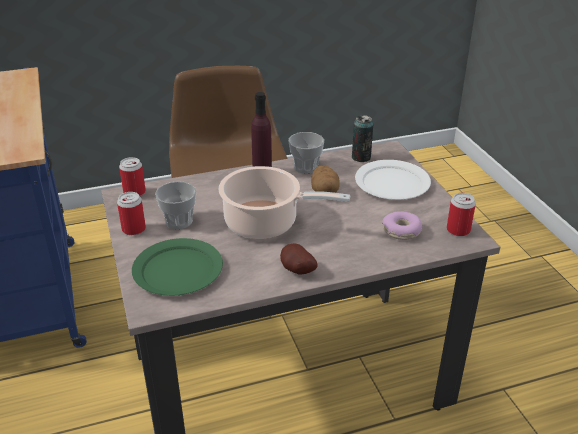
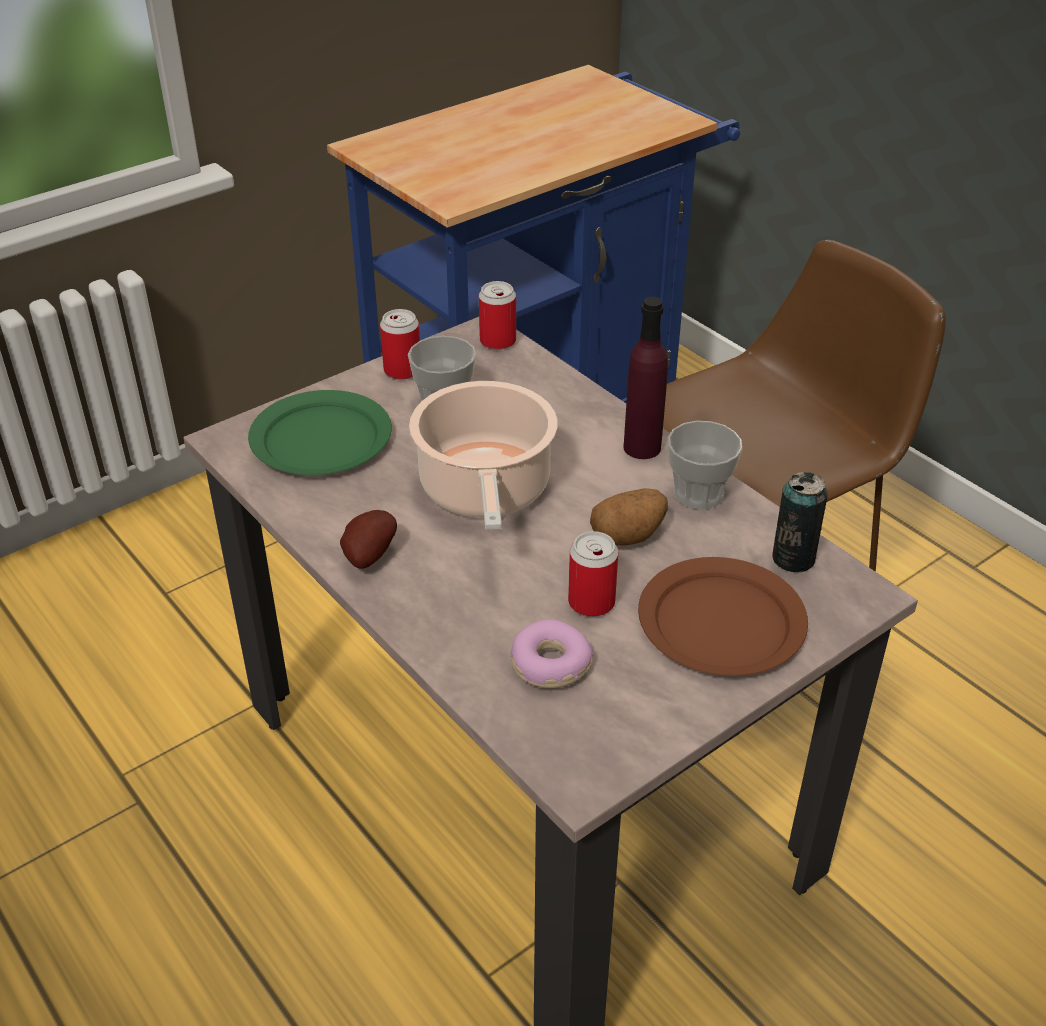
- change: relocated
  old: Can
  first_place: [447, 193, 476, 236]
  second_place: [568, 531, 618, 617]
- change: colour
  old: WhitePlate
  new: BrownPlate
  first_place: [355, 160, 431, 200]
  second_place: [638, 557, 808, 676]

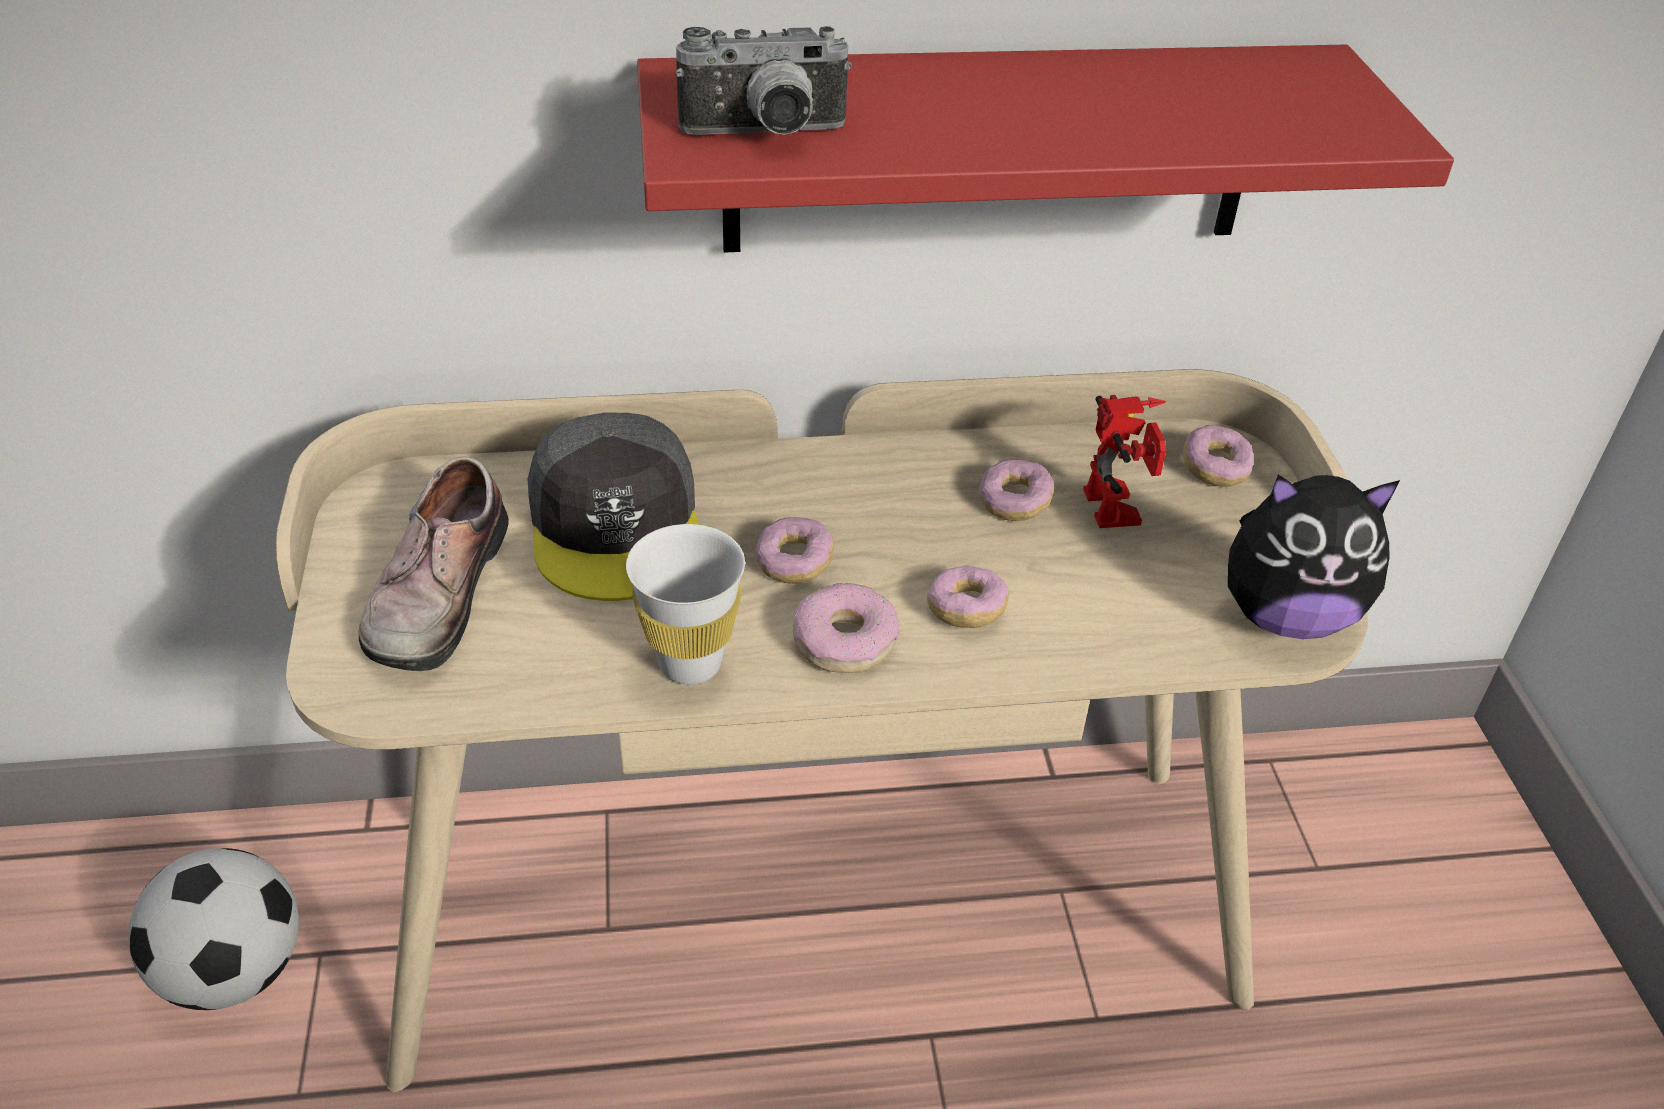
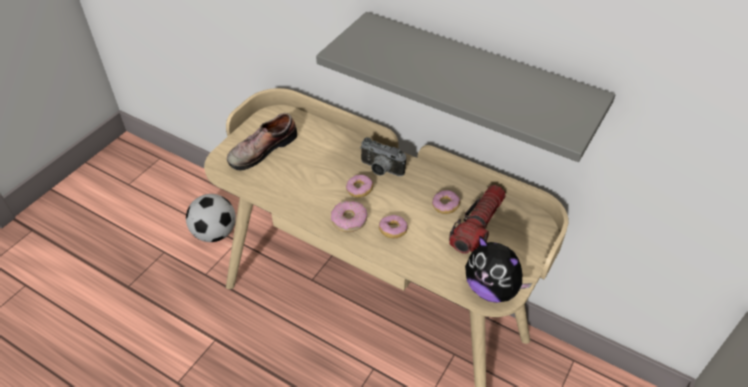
- change: colour
  old: RedShelf
  new: GreyShelf
  first_place: [637, 45, 1454, 253]
  second_place: [316, 12, 615, 162]
- change: relocated
  old: PhotoCamera
  first_place: [675, 26, 853, 135]
  second_place: [360, 137, 406, 176]
- change: exchanged
  old: ToyRobot
  new: Flashlight
  first_place: [1083, 395, 1166, 528]
  second_place: [449, 185, 506, 254]
- change: missing
  old: GreyCap
  first_place: [528, 413, 699, 601]
- change: missing
  old: WhiteCup
  first_place: [626, 524, 745, 685]
- change: missing
  old: Donut
  first_place: [1183, 425, 1254, 487]

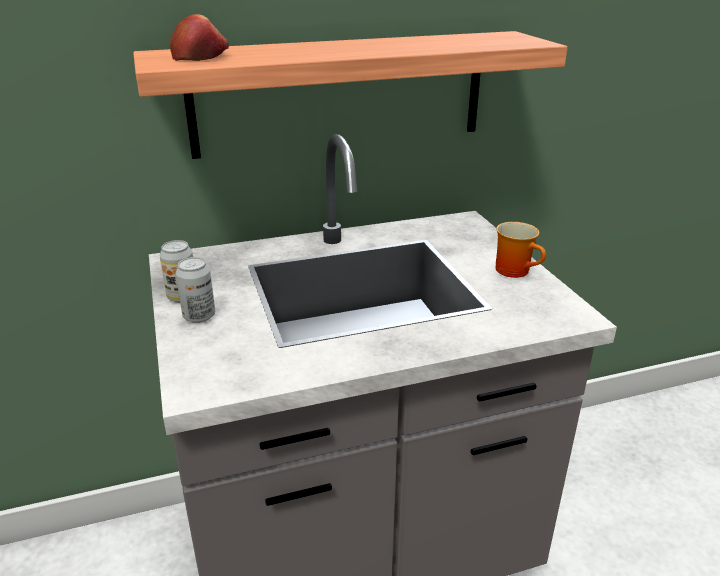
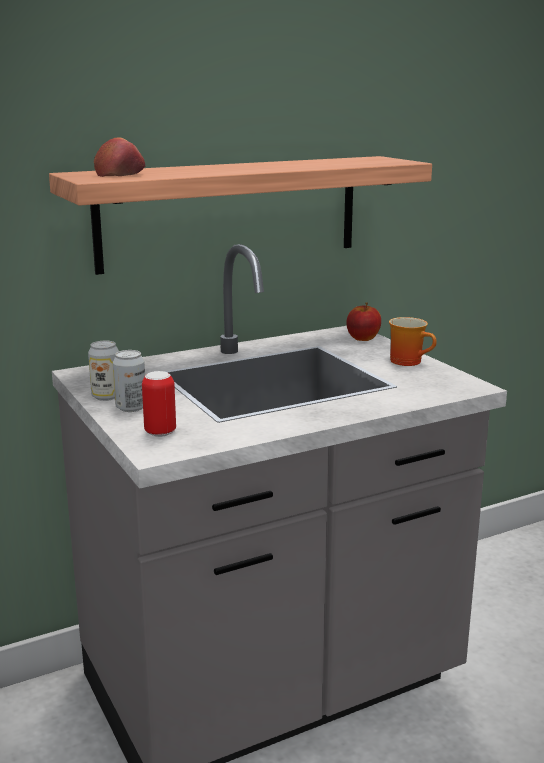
- change: appeared
  new: Can
  second_place: [142, 371, 176, 437]
- change: appeared
  new: Apple
  second_place: [346, 303, 381, 341]

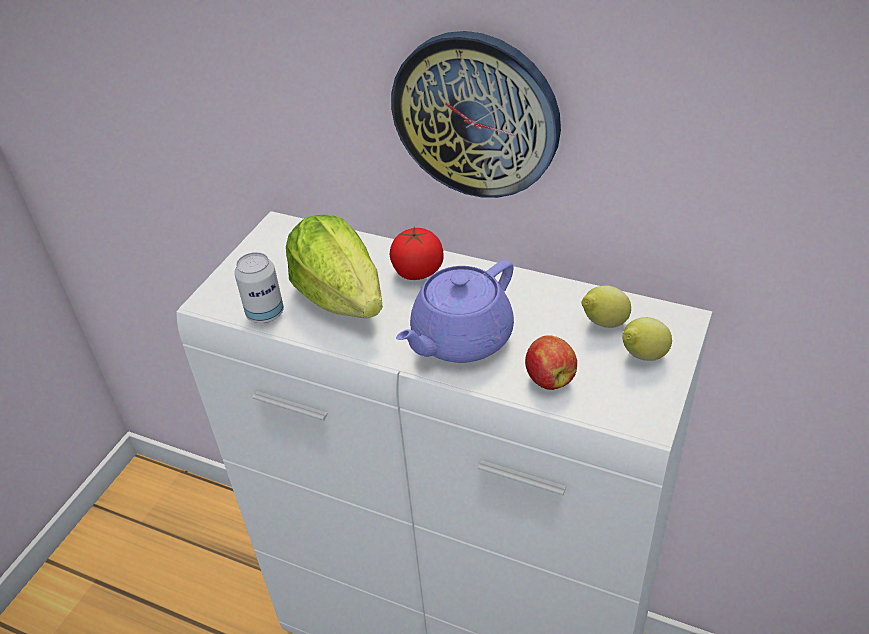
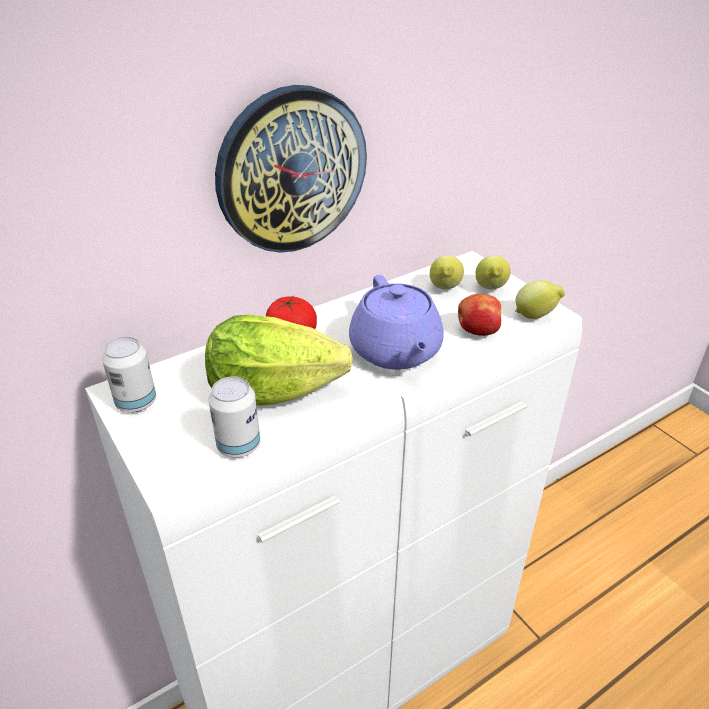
- change: appeared
  new: Can
  second_place: [102, 337, 156, 412]
- change: appeared
  new: Lemon
  second_place: [515, 280, 565, 319]

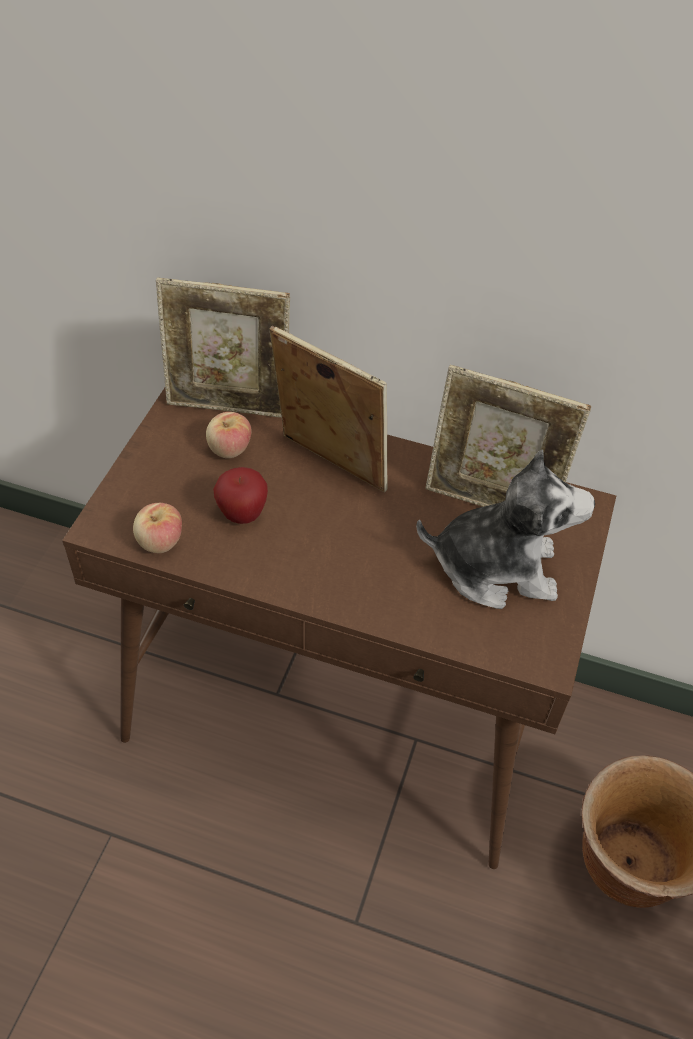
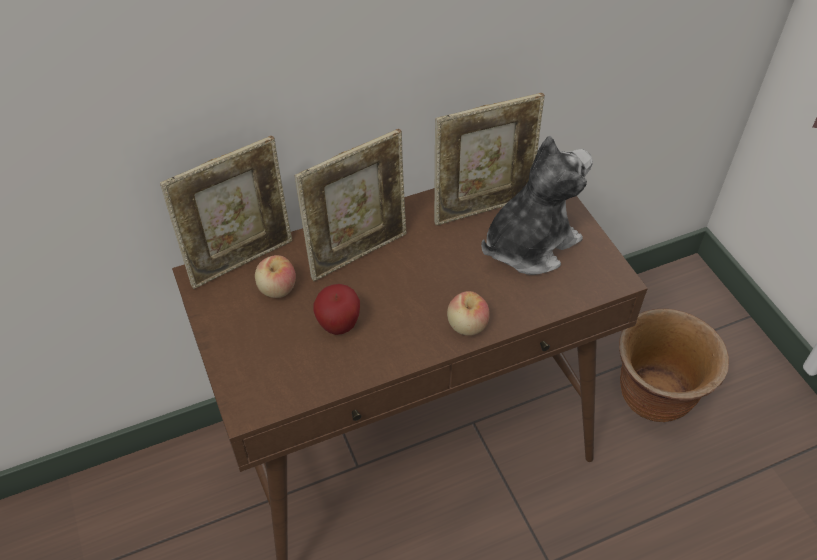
- change: spun
  old: PictureFrame
  first_place: [270, 326, 388, 492]
  second_place: [295, 129, 406, 281]
  degrees: 150
- change: relocated
  old: Apple
  first_place: [133, 503, 182, 553]
  second_place: [447, 291, 490, 336]

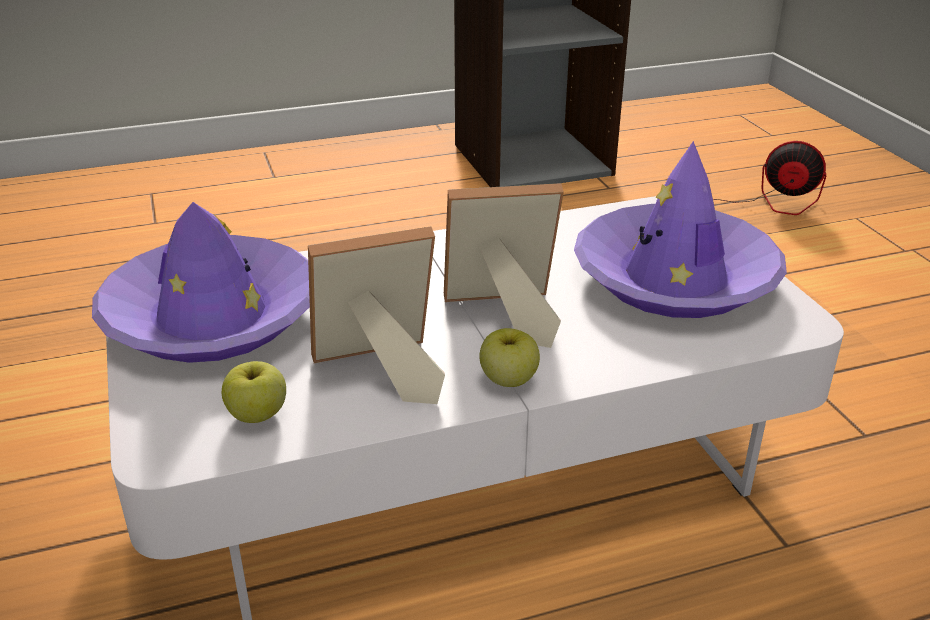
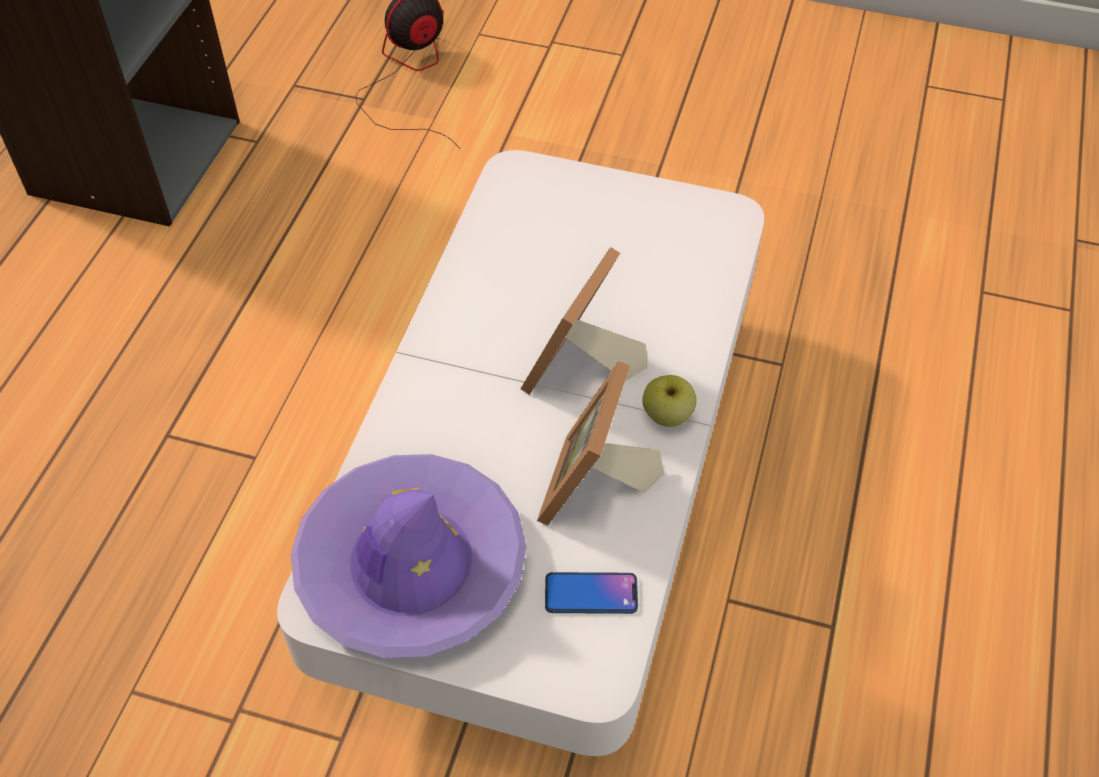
- change: exchanged
  old: Apple
  new: Phone
  first_place: [222, 361, 286, 423]
  second_place: [545, 572, 638, 614]
- change: missing
  old: PurpleHat
  first_place: [574, 141, 787, 318]

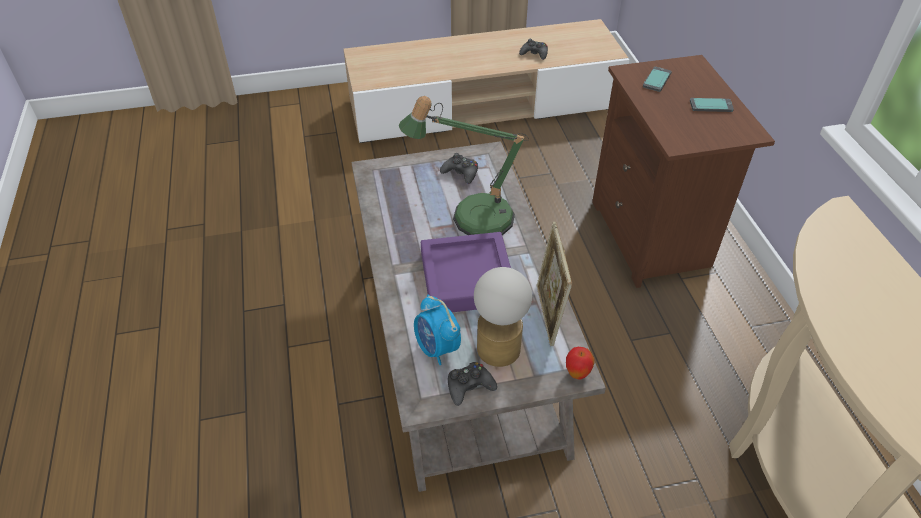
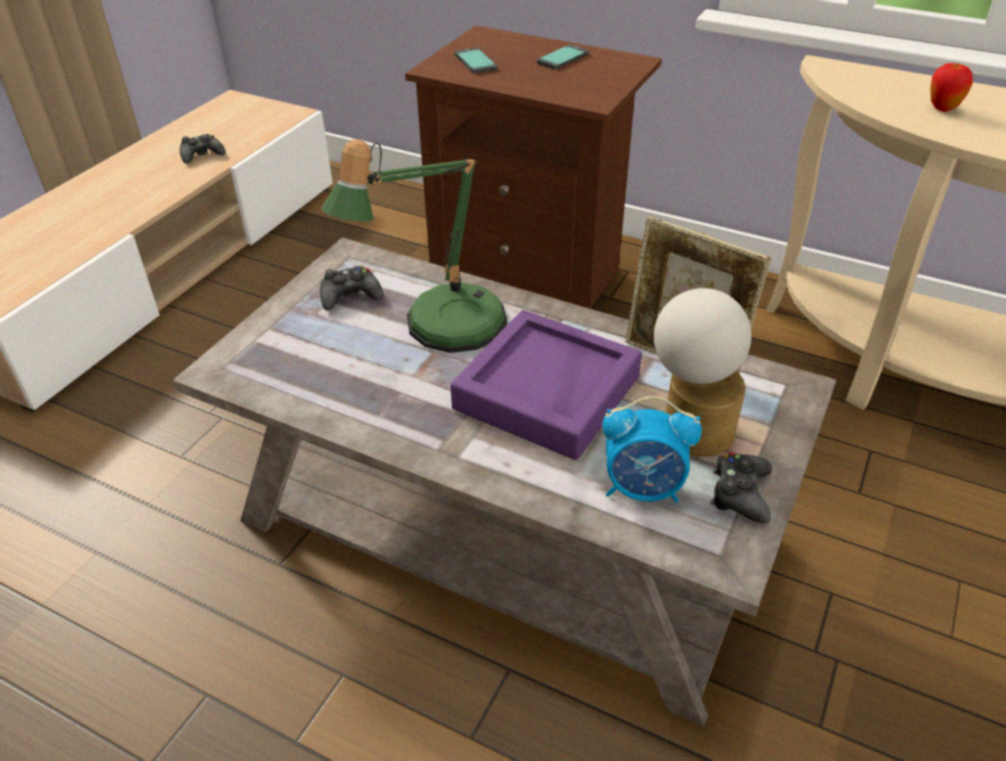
- change: relocated
  old: Apple
  first_place: [566, 347, 595, 379]
  second_place: [930, 62, 973, 112]

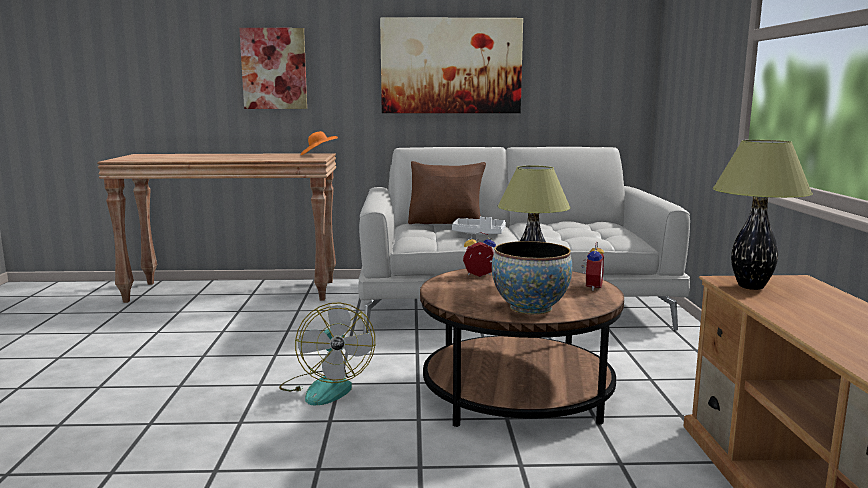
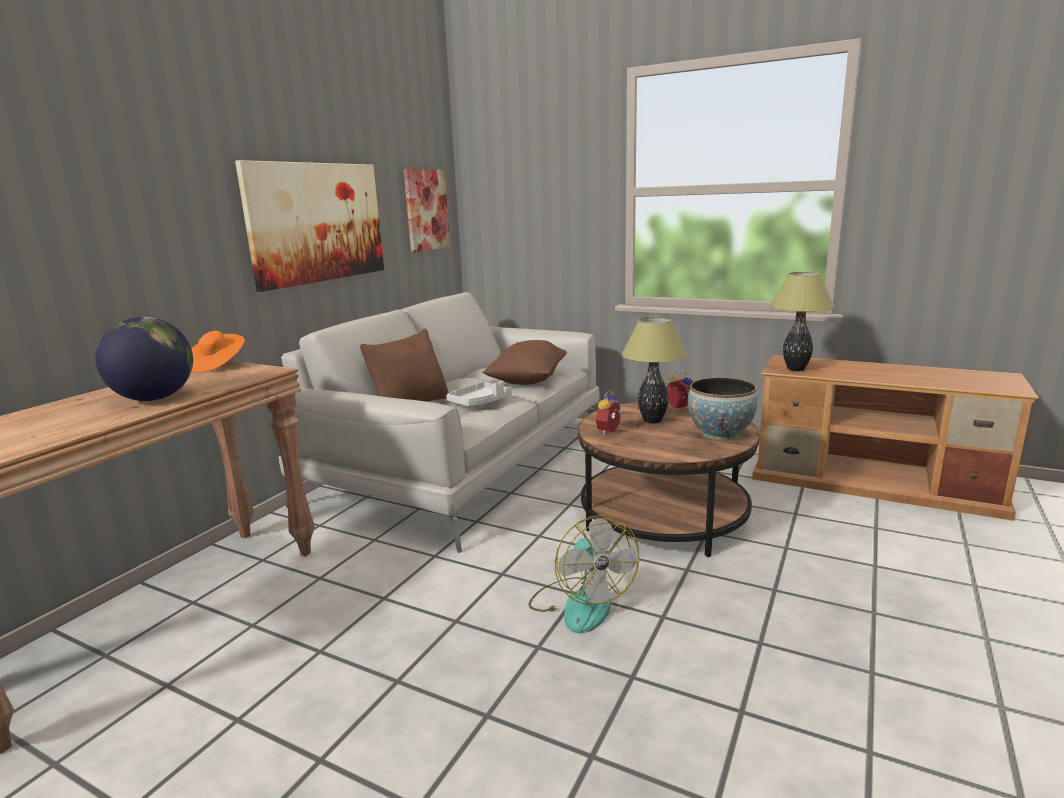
- change: appeared
  new: Globe
  second_place: [95, 317, 193, 401]
- change: relocated
  old: Picture
  first_place: [239, 28, 307, 109]
  second_place: [404, 169, 450, 252]
- change: appeared
  new: BrownPillow
  second_place: [482, 340, 567, 385]
- change: spun
  old: Fan
  first_place: [279, 302, 375, 406]
  second_place: [529, 515, 639, 633]
  degrees: 60

